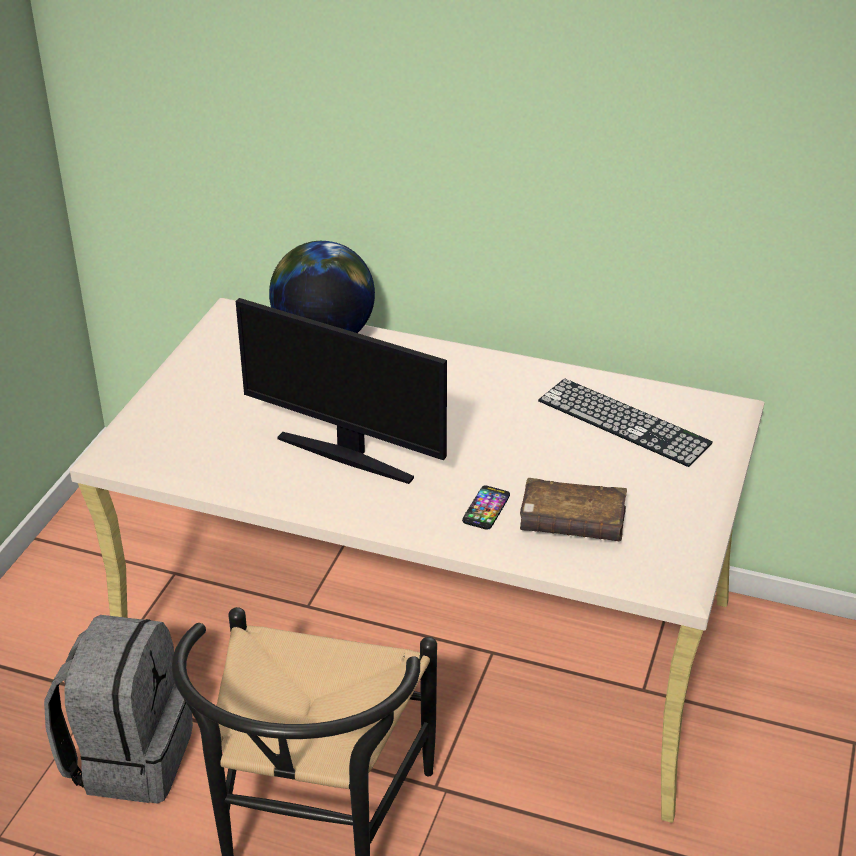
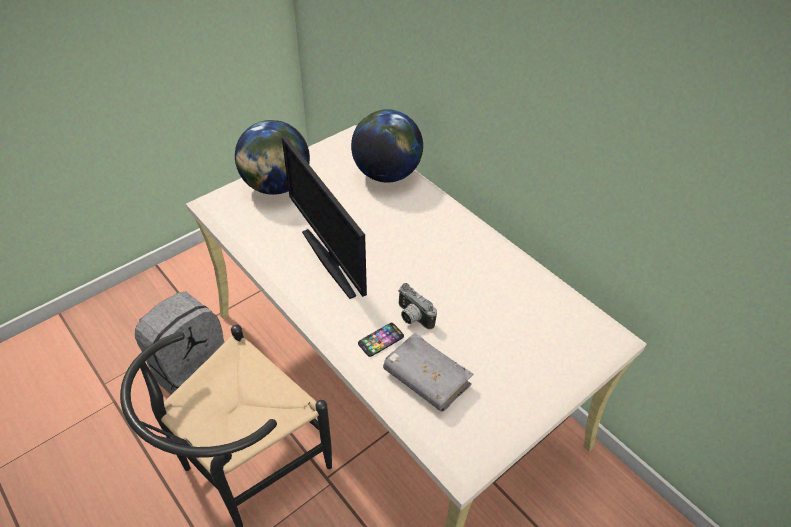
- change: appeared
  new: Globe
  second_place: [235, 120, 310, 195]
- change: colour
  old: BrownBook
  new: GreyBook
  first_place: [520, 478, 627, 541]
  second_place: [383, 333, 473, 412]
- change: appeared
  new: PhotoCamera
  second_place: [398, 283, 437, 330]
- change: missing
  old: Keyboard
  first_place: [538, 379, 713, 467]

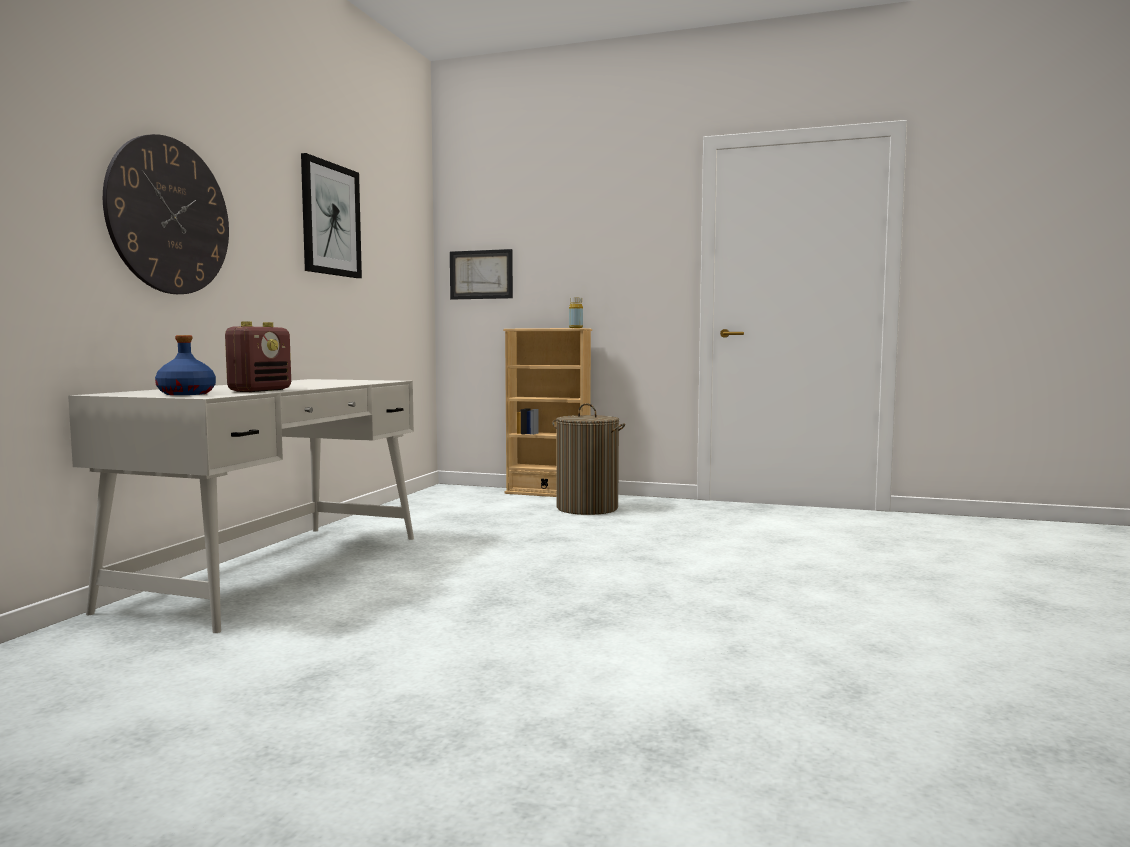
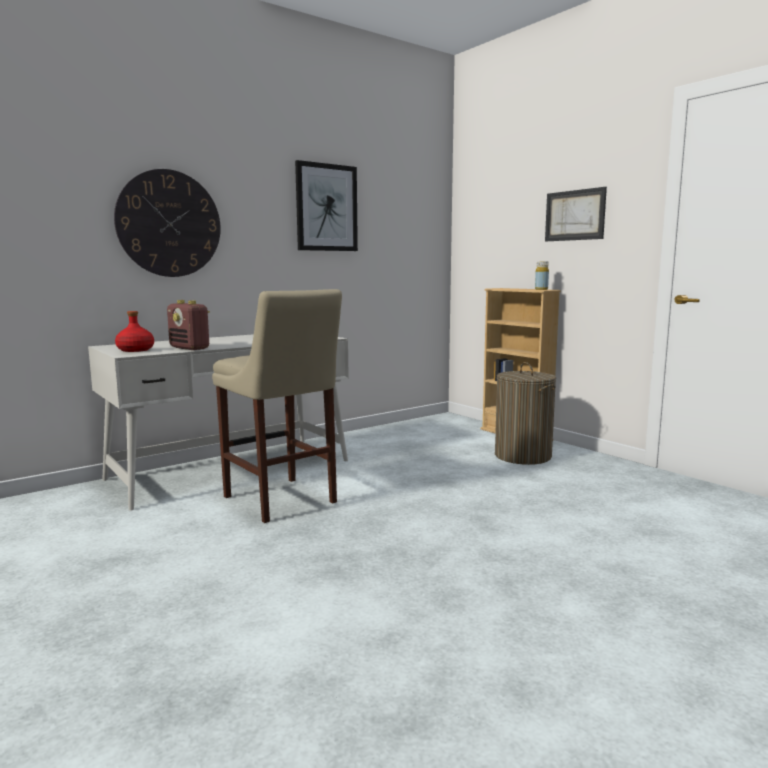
- change: colour
  old: BlueBottle
  new: RedBottle
  first_place: [155, 335, 216, 395]
  second_place: [115, 311, 154, 352]
- change: spun
  old: Radio
  first_place: [225, 321, 291, 392]
  second_place: [167, 300, 210, 350]
  degrees: 75
- change: appeared
  new: BeigeStool
  second_place: [212, 289, 342, 523]
- change: relocated
  old: Picture
  first_place: [450, 249, 513, 300]
  second_place: [545, 187, 607, 241]

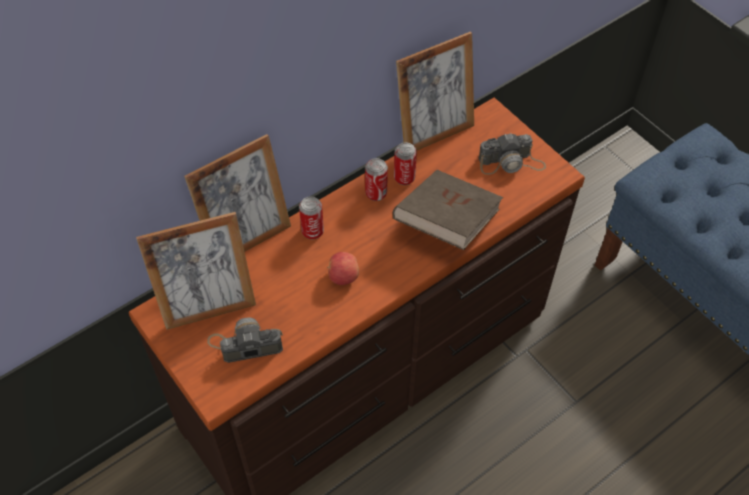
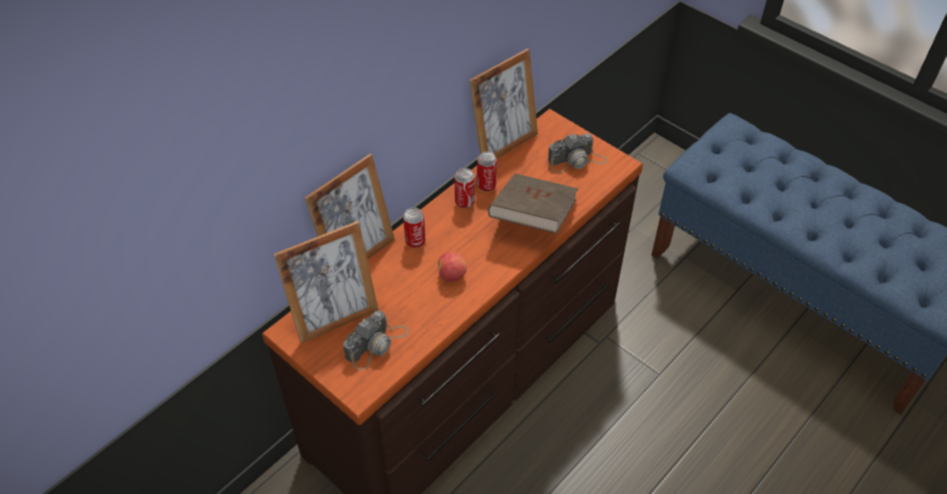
- change: spun
  old: PhotoCamera
  first_place: [207, 317, 283, 363]
  second_place: [343, 310, 409, 370]
  degrees: 150

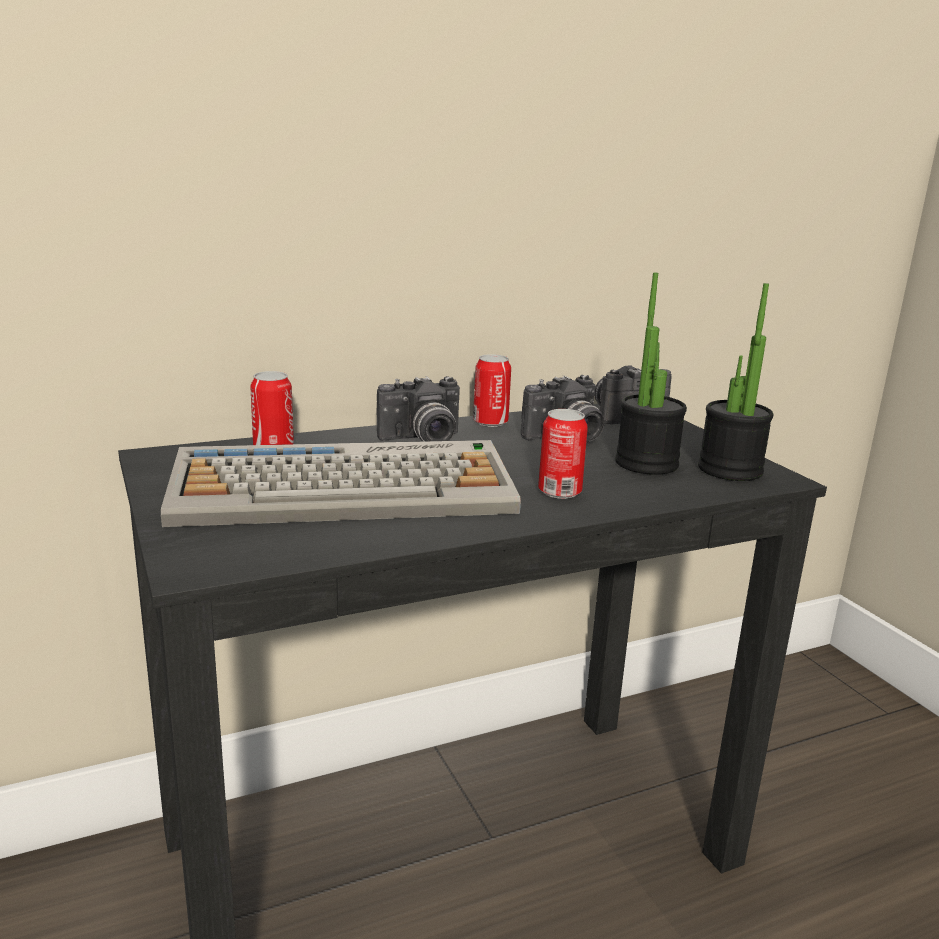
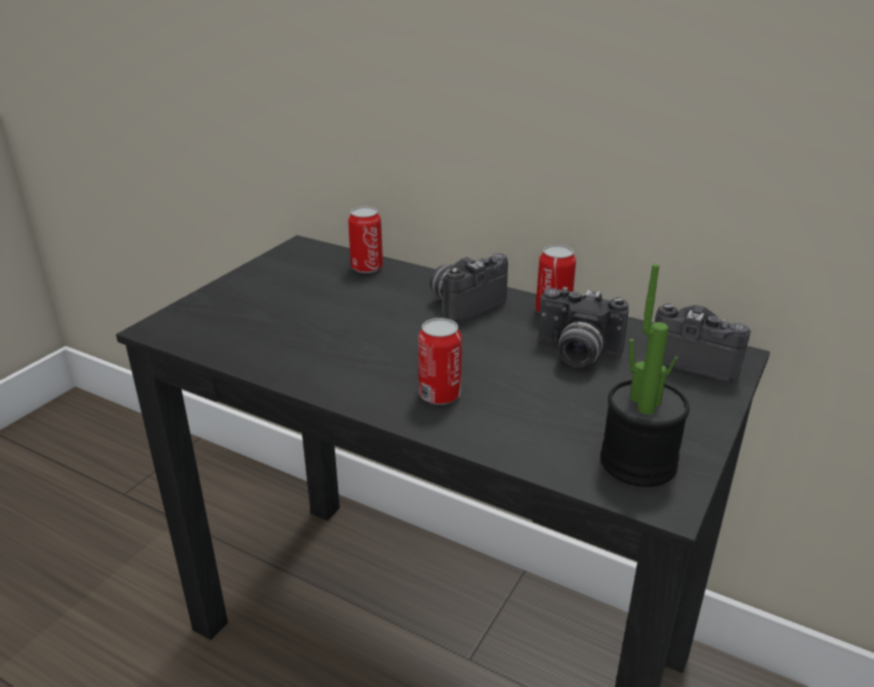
- change: spun
  old: PhotoCamera
  first_place: [377, 376, 460, 442]
  second_place: [430, 253, 508, 323]
  degrees: 105
- change: missing
  old: Keyboard
  first_place: [161, 440, 521, 527]
- change: missing
  old: PottedPlant
  first_place: [615, 272, 687, 475]

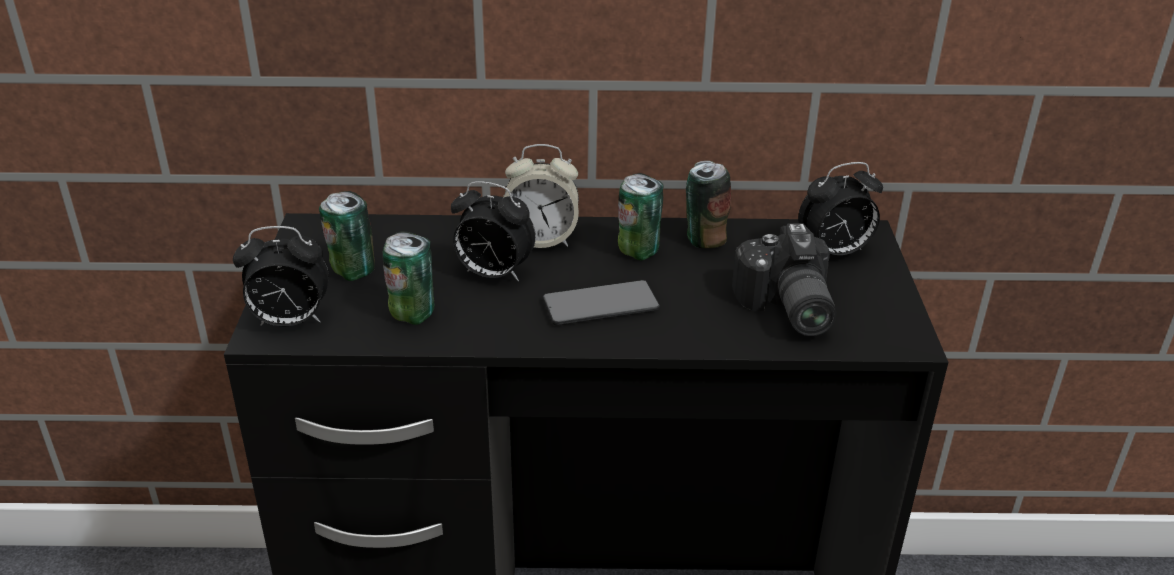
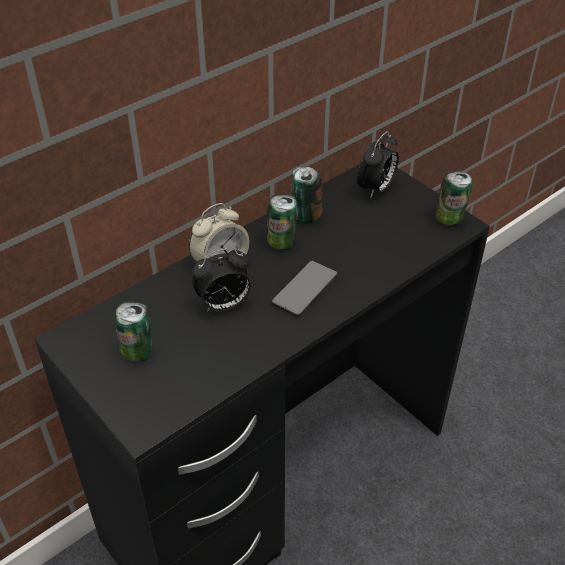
- change: relocated
  old: Can
  first_place: [383, 231, 435, 325]
  second_place: [436, 171, 472, 226]
- change: missing
  old: AlarmClock
  first_place: [233, 226, 329, 326]
- change: missing
  old: PhotoCamera
  first_place: [732, 223, 836, 336]

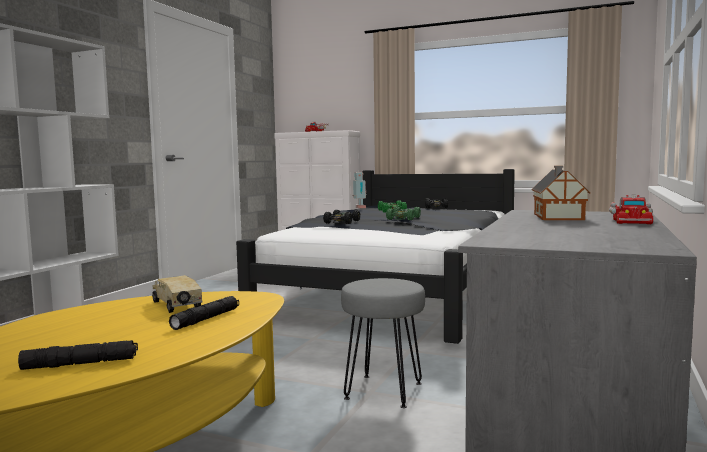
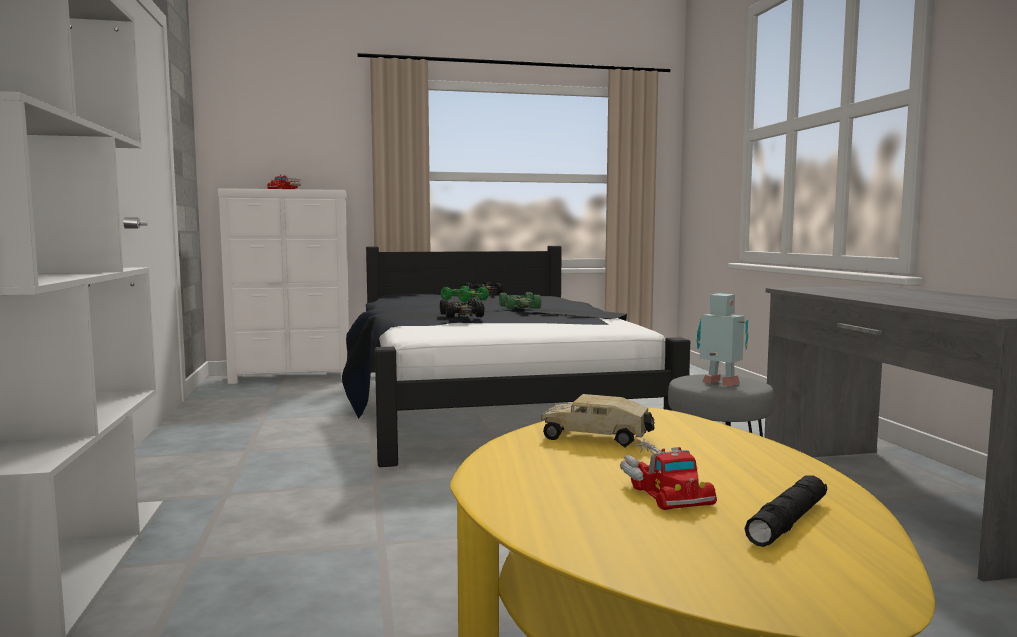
- change: relocated
  old: ToyTruck
  first_place: [609, 194, 653, 224]
  second_place: [620, 438, 717, 510]
- change: relocated
  old: ToyRobot
  first_place: [352, 172, 367, 208]
  second_place: [697, 293, 748, 386]
- change: missing
  old: BlackFlashlight
  first_place: [169, 296, 239, 330]
- change: missing
  old: ToyHouse
  first_place: [531, 166, 590, 220]

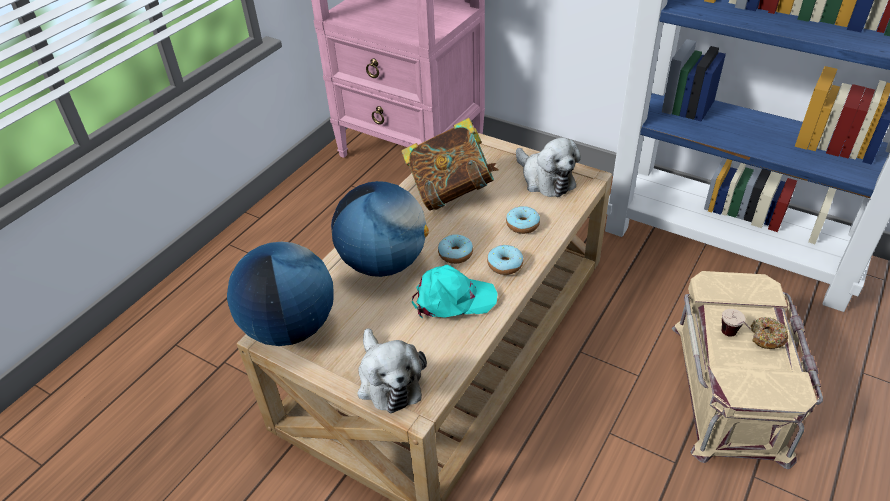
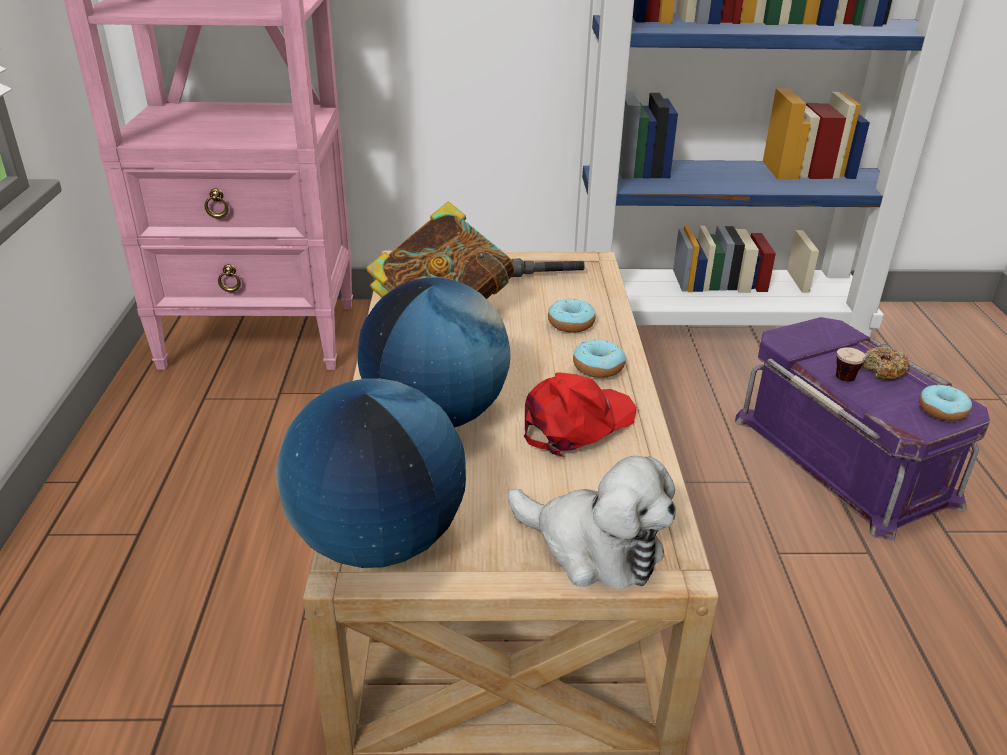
- change: exchanged
  old: PlushToy
  new: GreyFlashlight
  first_place: [516, 138, 581, 197]
  second_place: [511, 258, 585, 277]
- change: colour
  old: TurquoiseCap
  new: RedCap
  first_place: [412, 265, 498, 319]
  second_place: [524, 372, 637, 457]
- change: colour
  old: BeigeStorageBox
  new: PurpleStorageBox
  first_place: [672, 271, 823, 469]
  second_place: [735, 317, 990, 541]
- change: relocated
  old: Donut
  first_place: [438, 234, 473, 264]
  second_place: [919, 385, 972, 421]

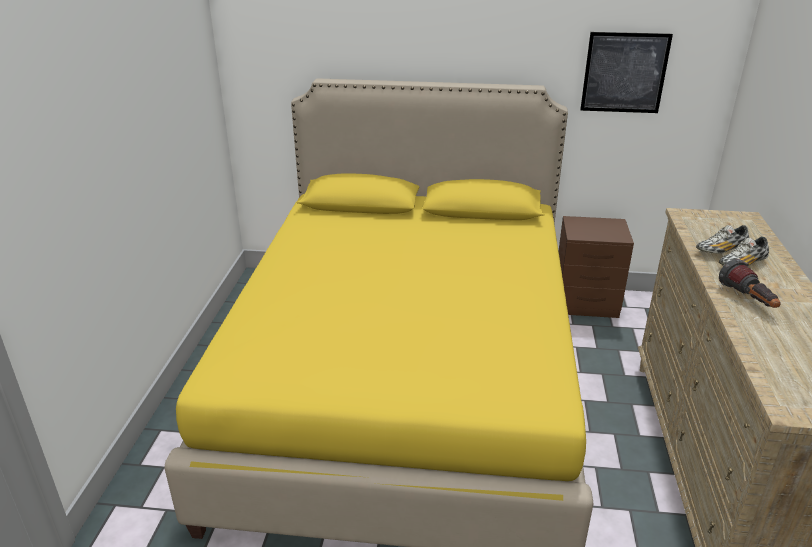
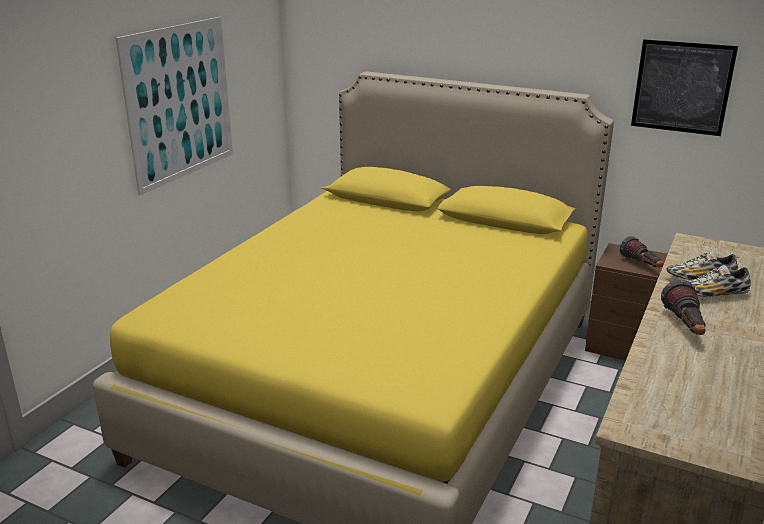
- change: appeared
  new: Picture
  second_place: [116, 17, 233, 195]
- change: appeared
  new: Flashlight
  second_place: [620, 236, 663, 267]

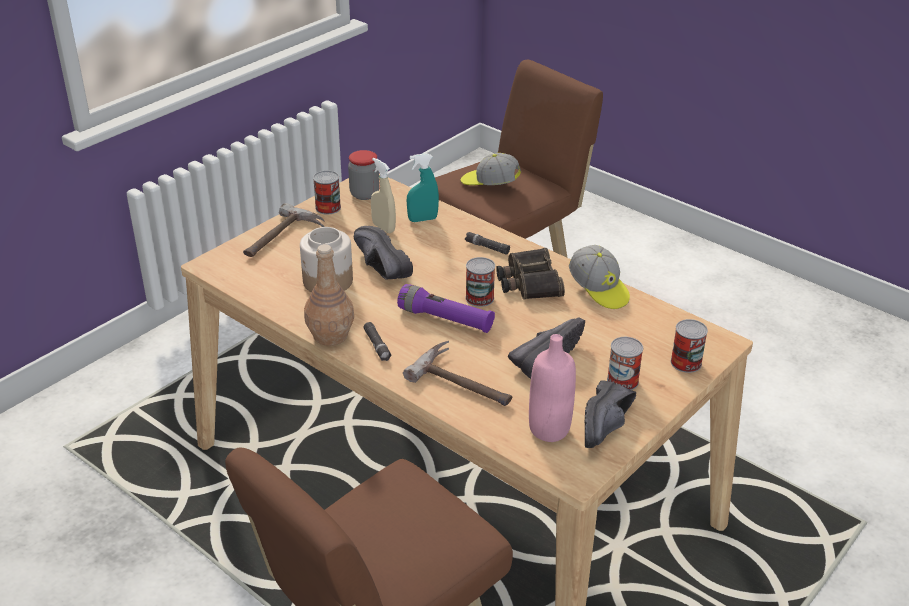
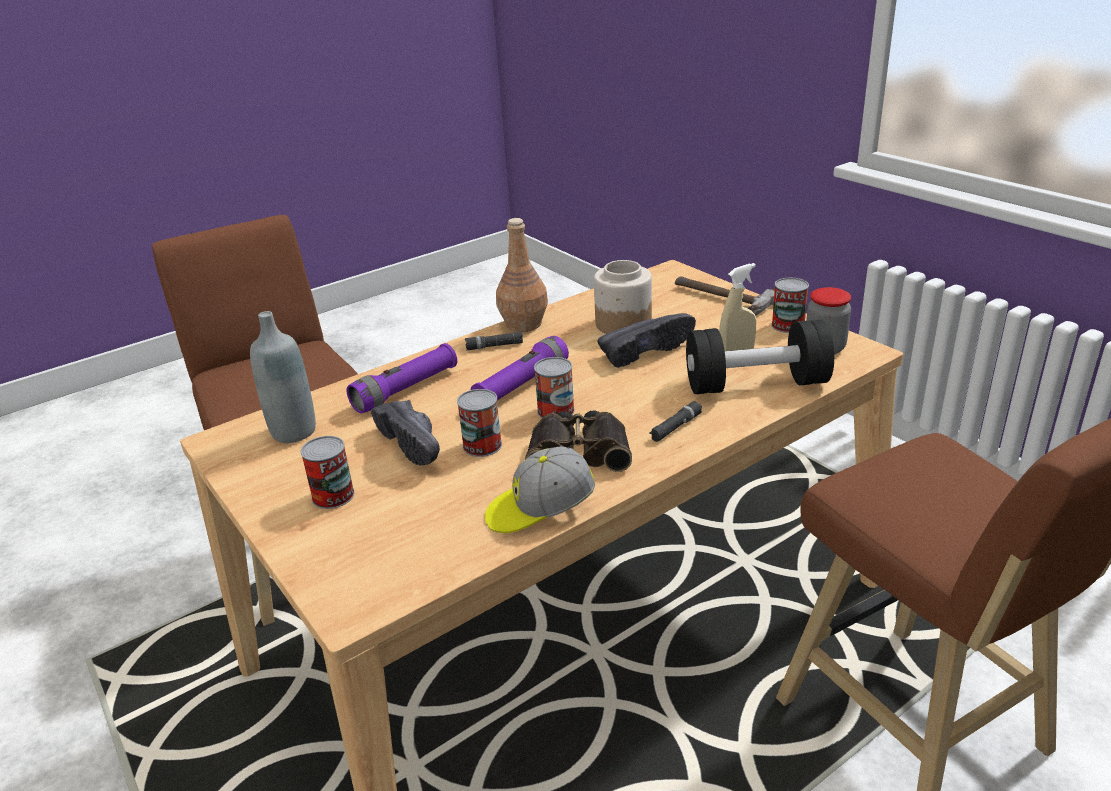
- change: colour
  old: PinkBottle
  new: GreyBottle
  first_place: [529, 334, 576, 442]
  second_place: [250, 311, 316, 443]
- change: exchanged
  old: Hammer
  new: PurpleFlashlight
  first_place: [403, 341, 512, 406]
  second_place: [346, 343, 457, 414]
- change: relocated
  old: Can
  first_place: [671, 319, 708, 373]
  second_place: [457, 389, 502, 457]
- change: exchanged
  old: TurquoiseSprayBottle
  new: BlackDumbbell
  first_place: [407, 153, 439, 222]
  second_place: [686, 320, 834, 394]
- change: missing
  old: Cap
  first_place: [461, 153, 521, 185]
- change: missing
  old: BlackShoe
  first_place: [585, 380, 636, 448]

